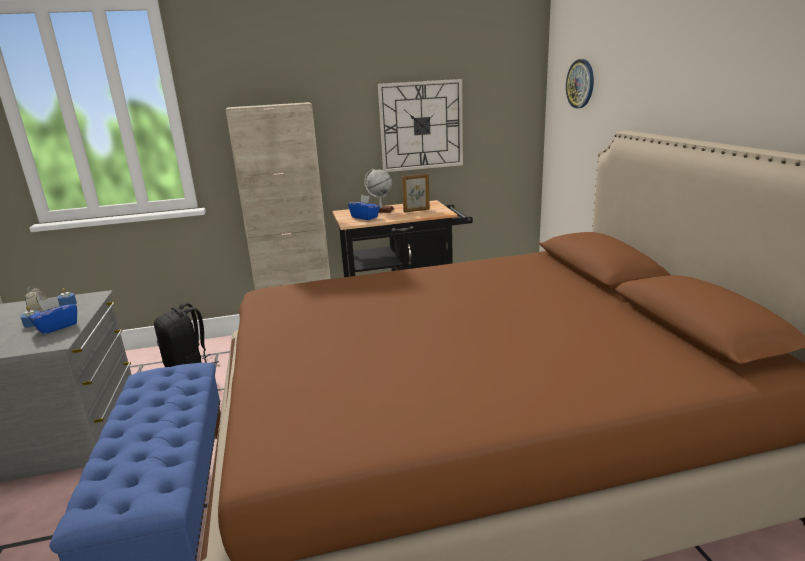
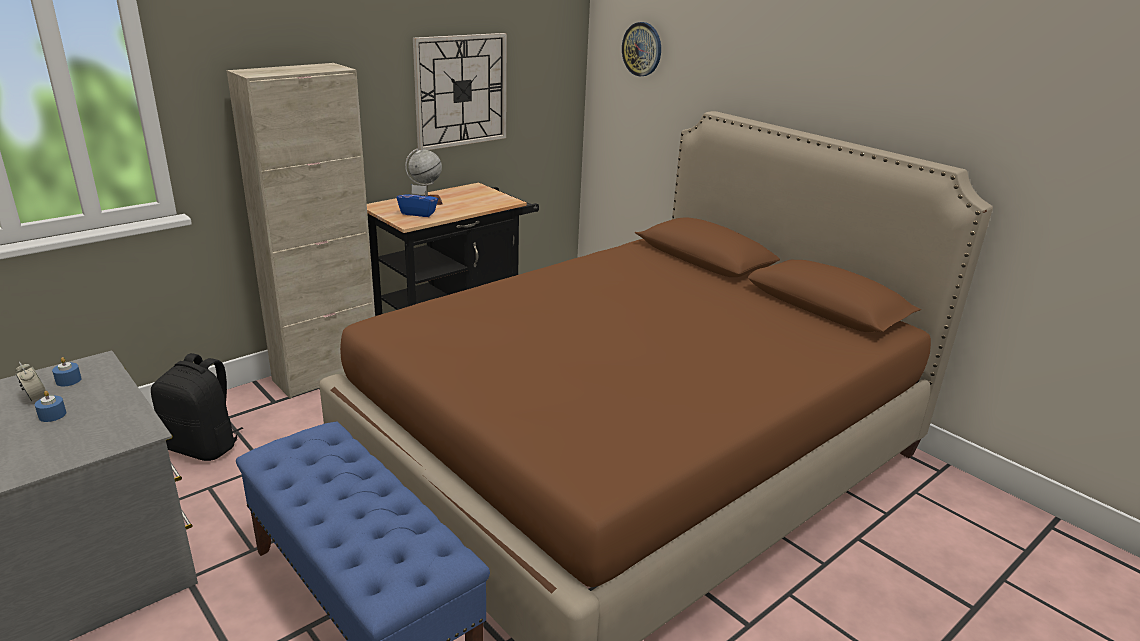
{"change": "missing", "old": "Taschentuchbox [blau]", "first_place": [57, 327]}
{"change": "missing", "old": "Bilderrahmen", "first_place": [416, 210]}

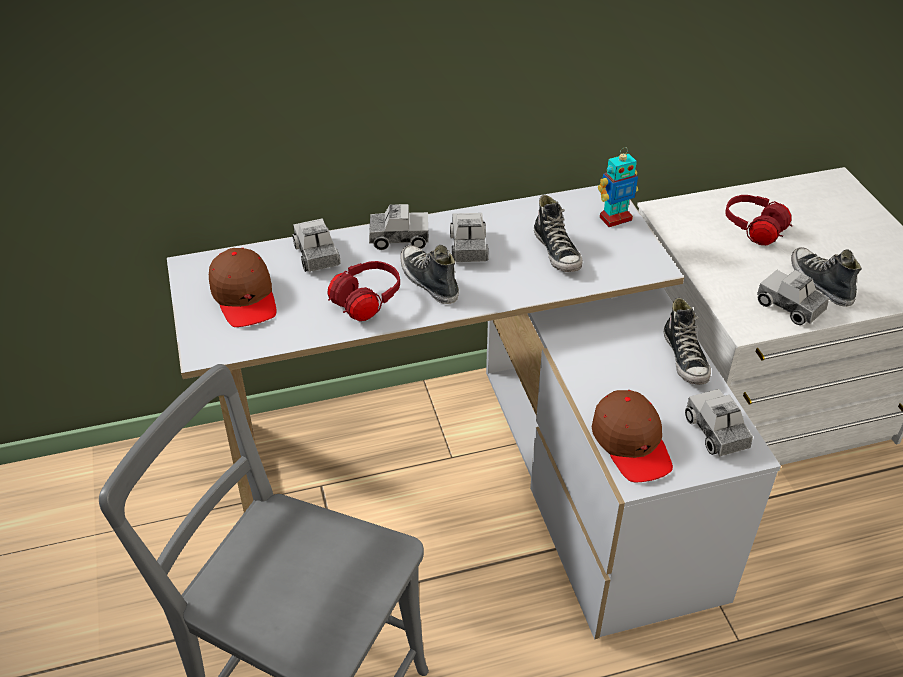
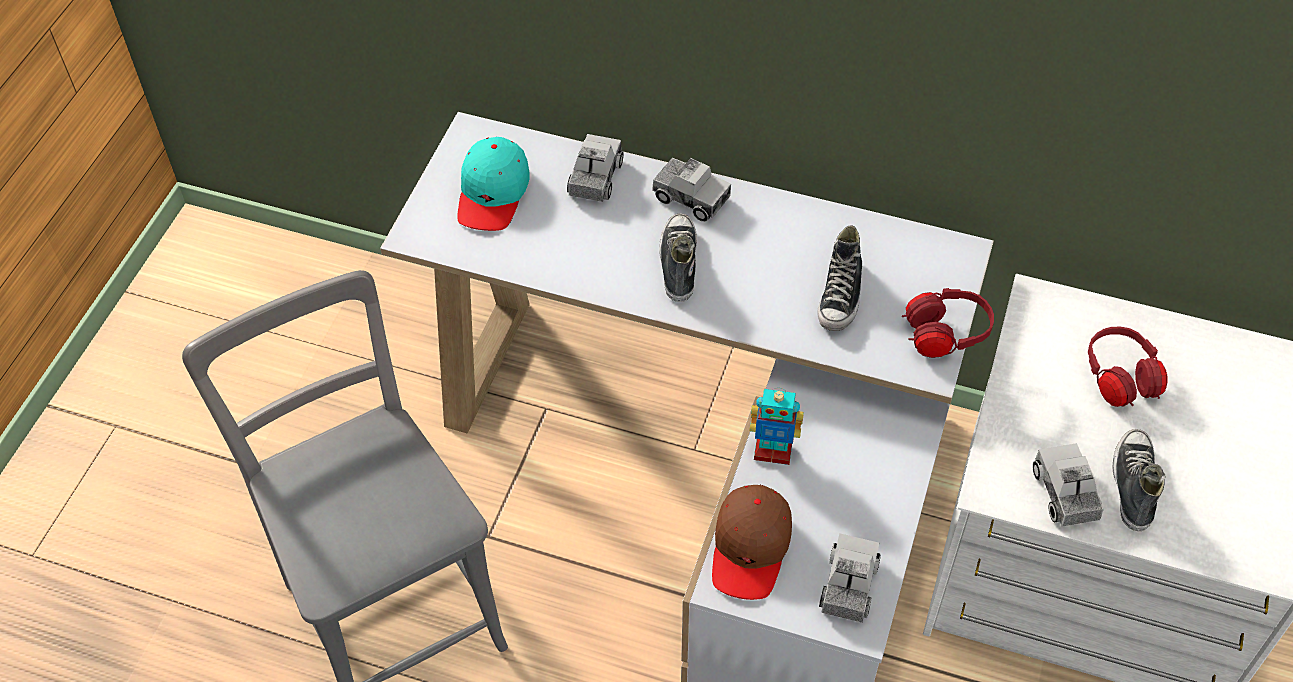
{"change": "colour", "old": "Kappe [braun]", "new": "Kappe [türkis]", "first_place": [245, 297], "second_place": [493, 193]}
{"change": "relocated", "old": "Spielzeugroboter", "first_place": [615, 218], "second_place": [773, 451]}
{"change": "relocated", "old": "Kopfhörer [rot]", "first_place": [366, 303], "second_place": [944, 336]}
{"change": "missing", "old": "Spielzeuglaster", "first_place": [468, 248]}
{"change": "missing", "old": "Schuh", "first_place": [685, 359]}

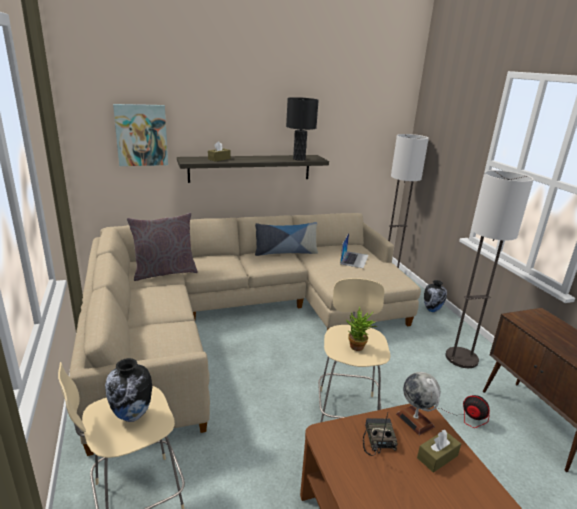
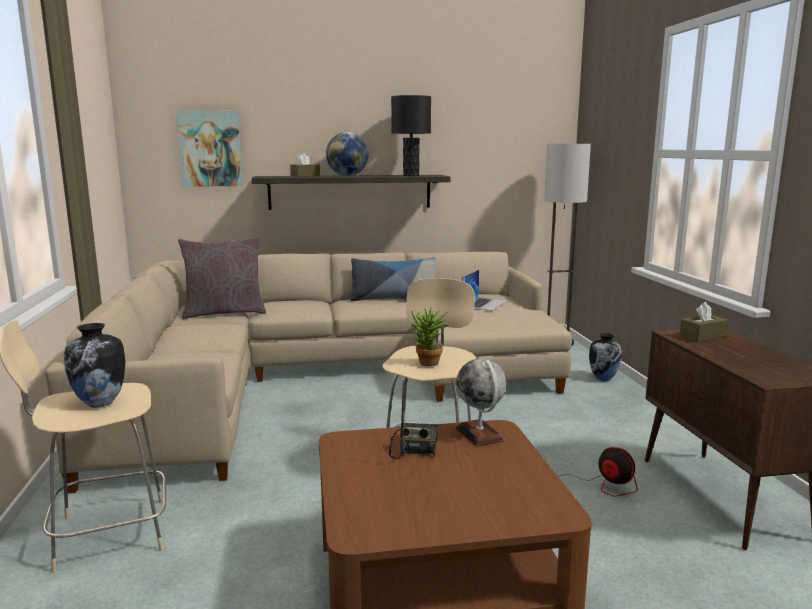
{"change": "appeared", "new": "Globus", "second_place": [347, 176]}
{"change": "relocated", "old": "Taschentuchbox [braun]", "first_place": [437, 457], "second_place": [702, 336]}
{"change": "missing", "old": "Stehlampe", "first_place": [461, 358]}

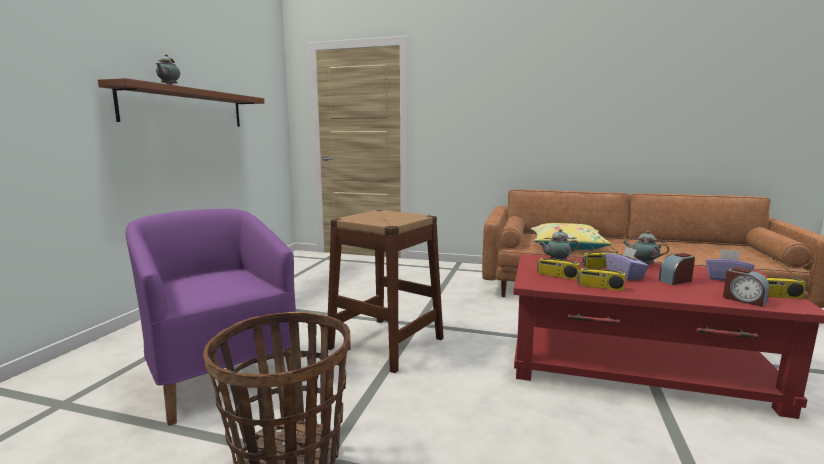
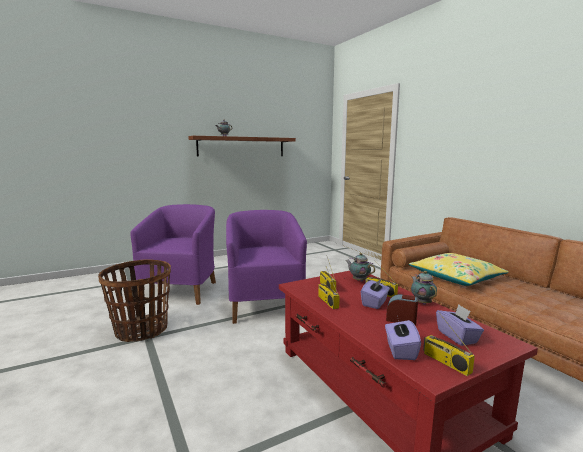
{"change": "exchanged", "old": "Hocker [braun]", "new": "Sessel [lila]", "first_place": [386, 343], "second_place": [264, 305]}
{"change": "exchanged", "old": "Wecker", "new": "Taschentuchbox [lila]", "first_place": [743, 300], "second_place": [400, 350]}

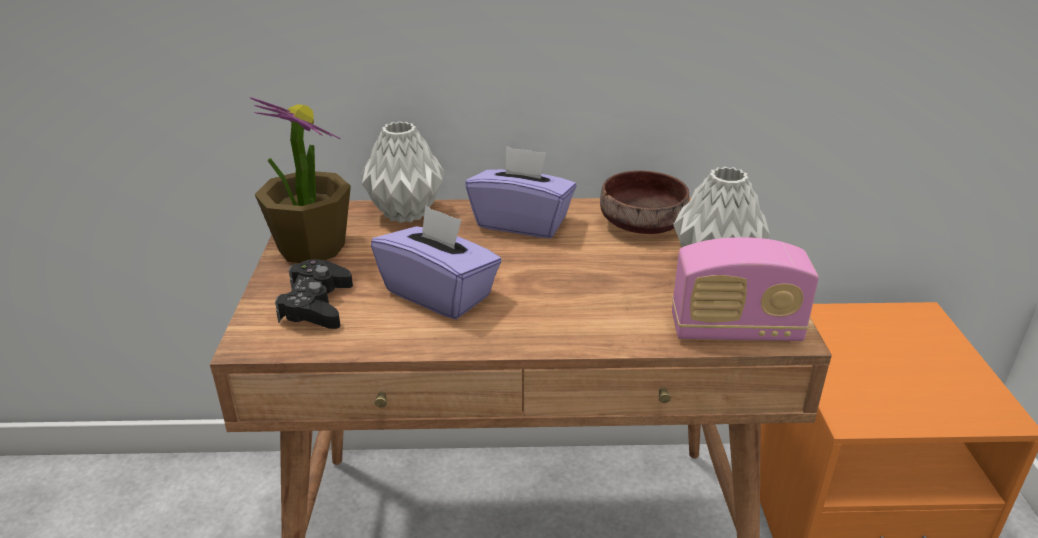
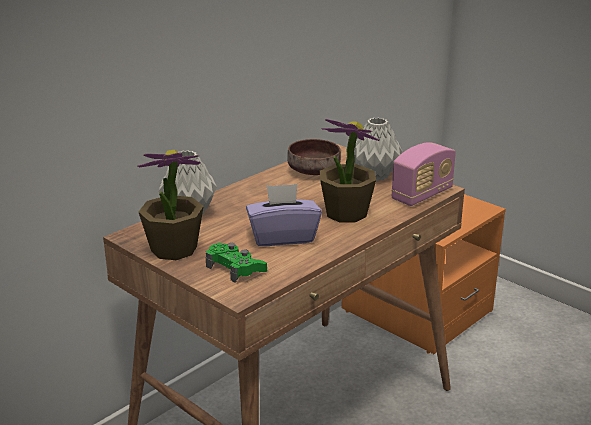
{"change": "colour", "old": "Gamepad [schwarz]", "new": "Gamepad [grün]", "first_place": [316, 305], "second_place": [235, 268]}
{"change": "appeared", "new": "Topfpflanze", "second_place": [345, 213]}
{"change": "missing", "old": "Taschentuchbox [lila]", "first_place": [522, 223]}

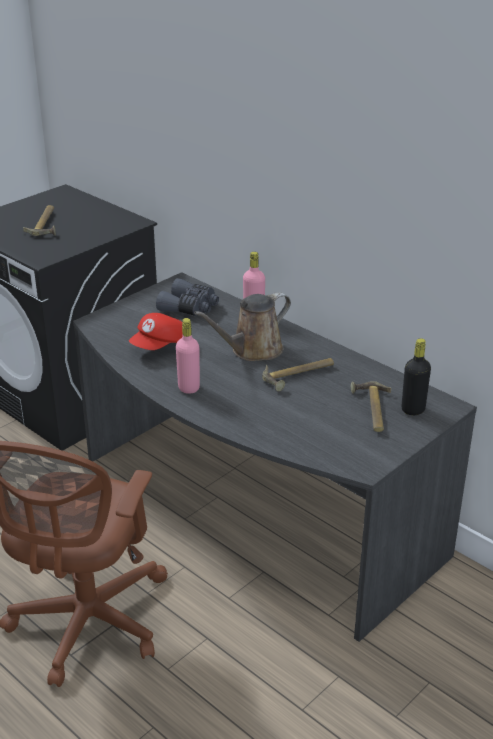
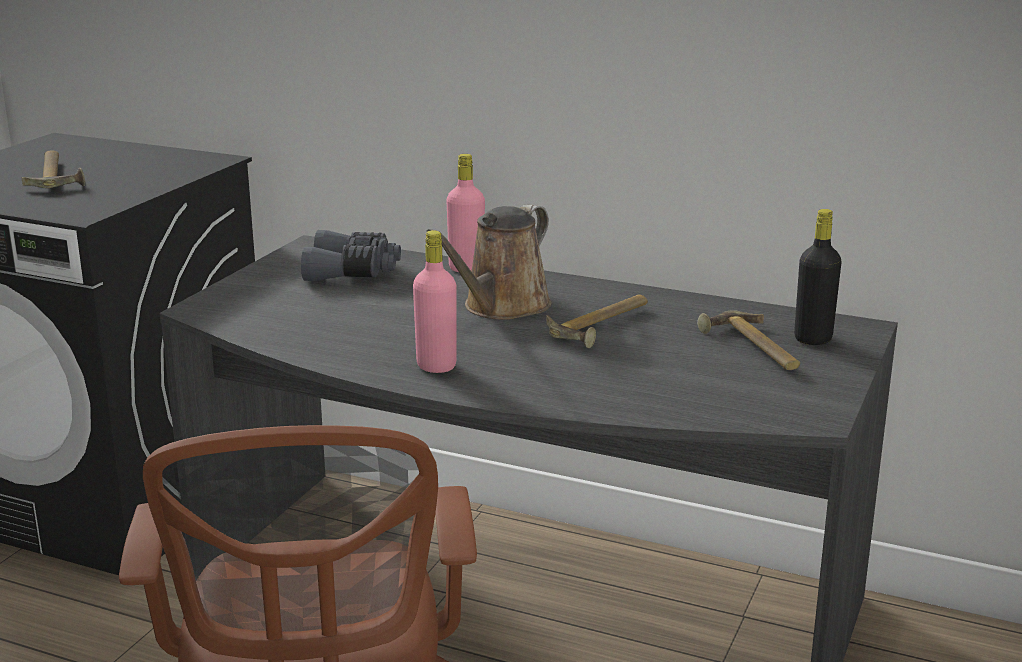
{"change": "missing", "old": "Kappe [rot]", "first_place": [161, 347]}

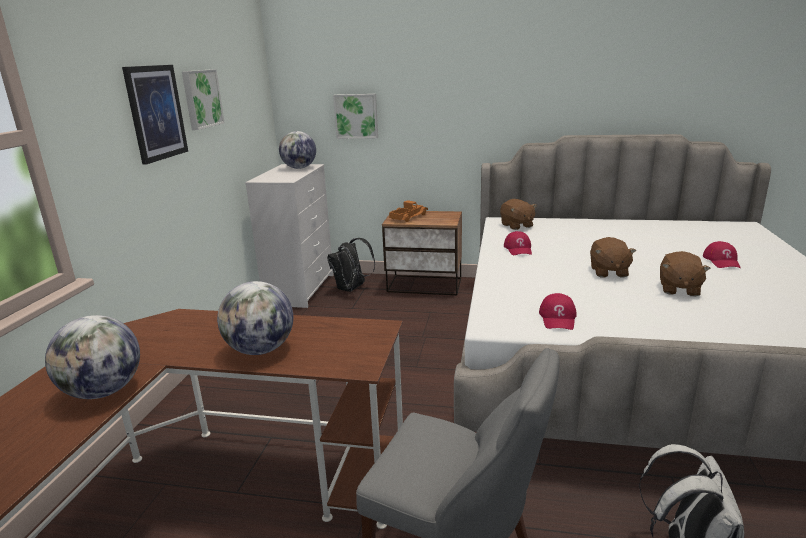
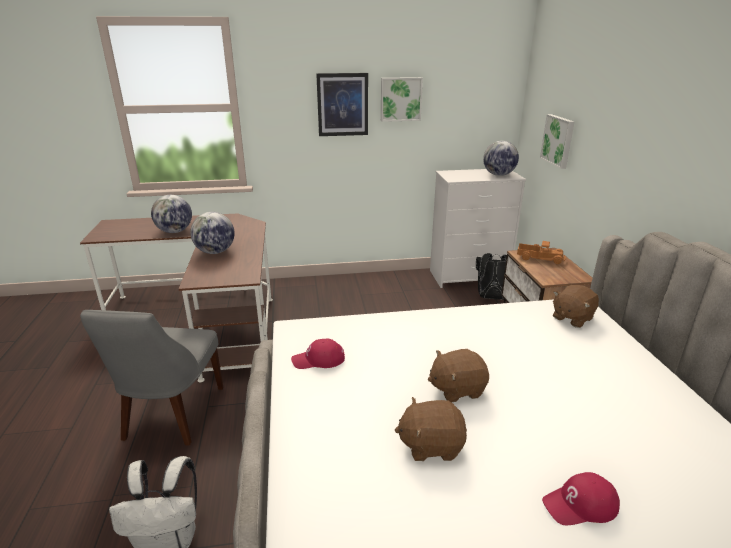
{"change": "missing", "old": "Kappe [rot]", "first_place": [518, 249]}

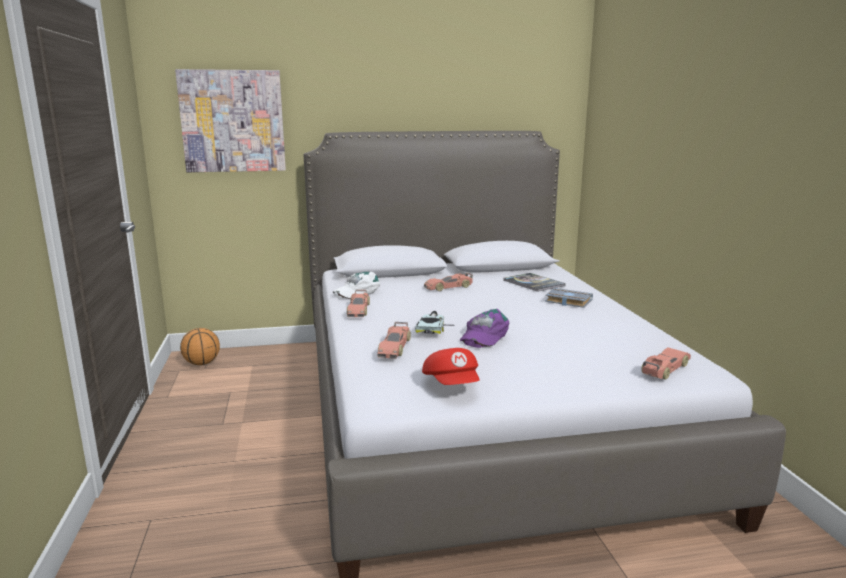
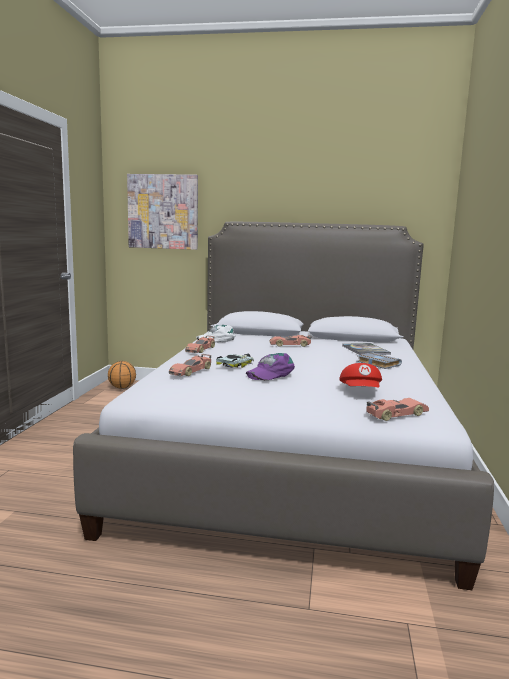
{"change": "relocated", "old": "Kappe [rot]", "first_place": [452, 384], "second_place": [361, 391]}

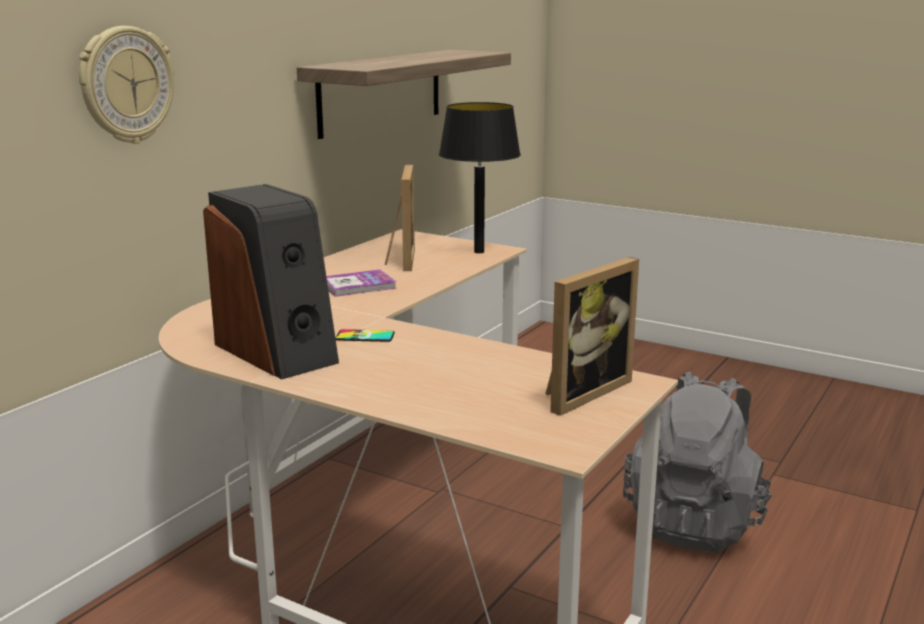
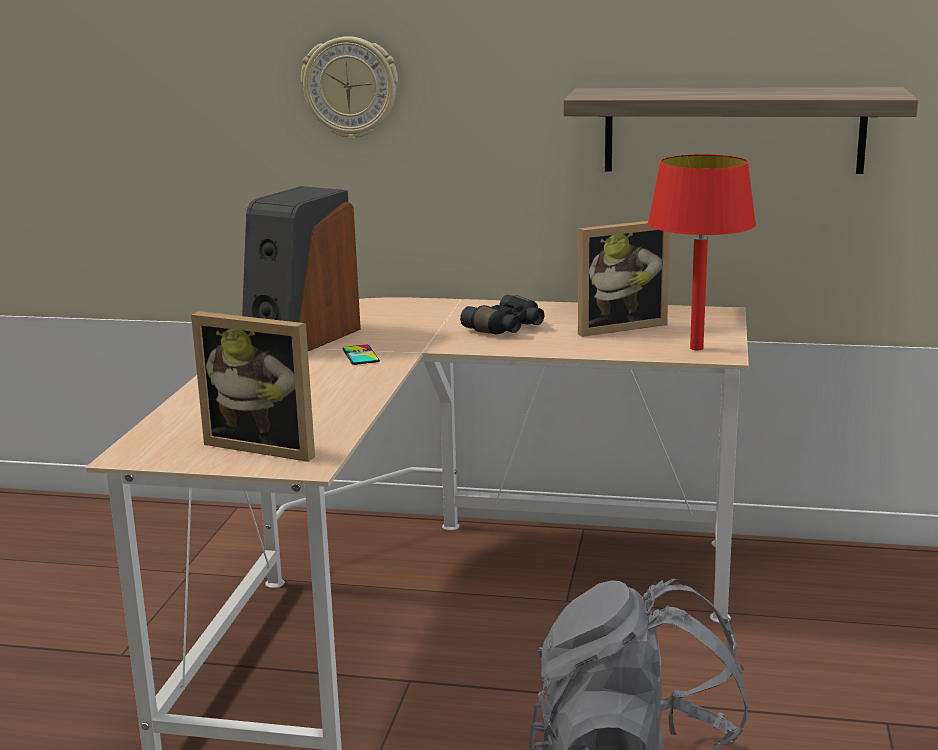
{"change": "exchanged", "old": "Buch", "new": "Fernglas [schwarz]", "first_place": [358, 285], "second_place": [507, 328]}
{"change": "colour", "old": "Tischlampe [schwarz]", "new": "Tischlampe [rot]", "first_place": [478, 252], "second_place": [696, 348]}

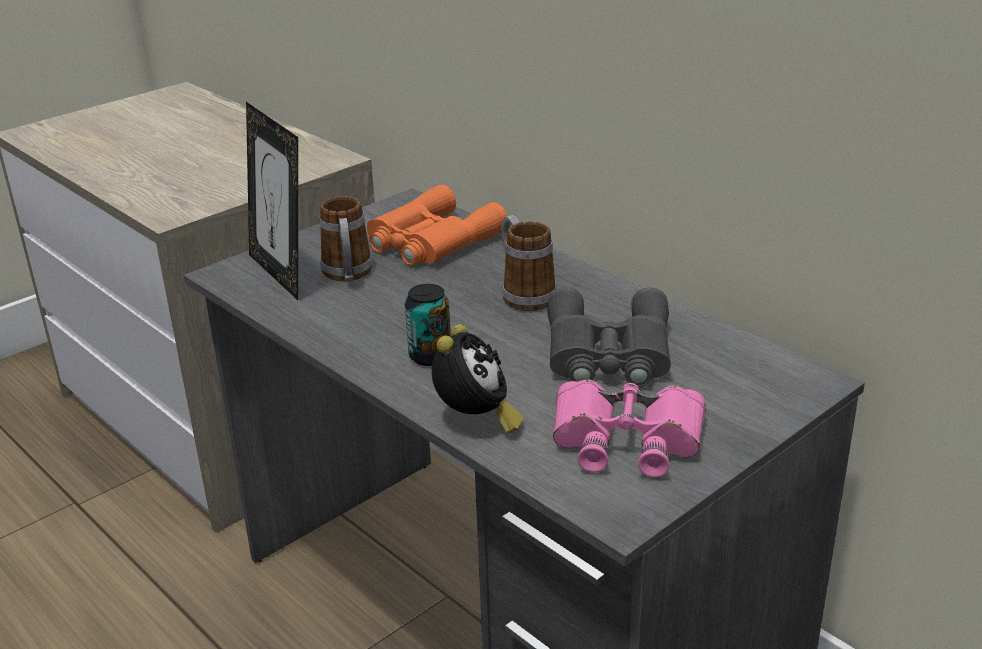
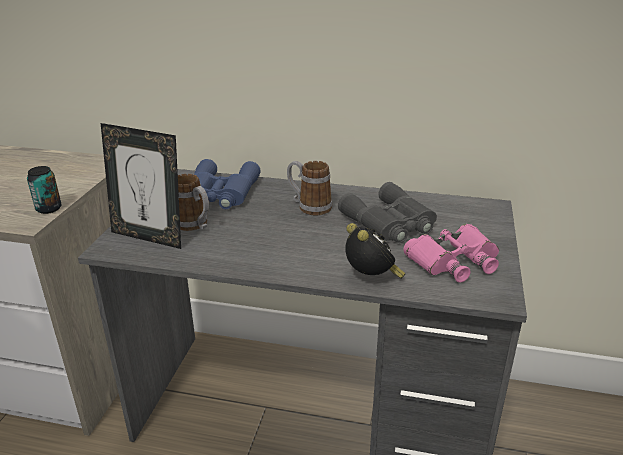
{"change": "relocated", "old": "Dose", "first_place": [430, 356], "second_place": [49, 208]}
{"change": "colour", "old": "Fernglas [orange]", "new": "Fernglas [blau]", "first_place": [430, 241], "second_place": [220, 193]}

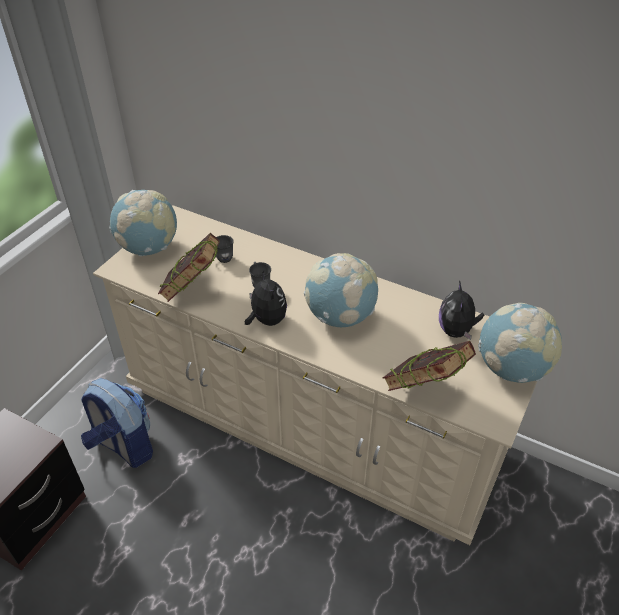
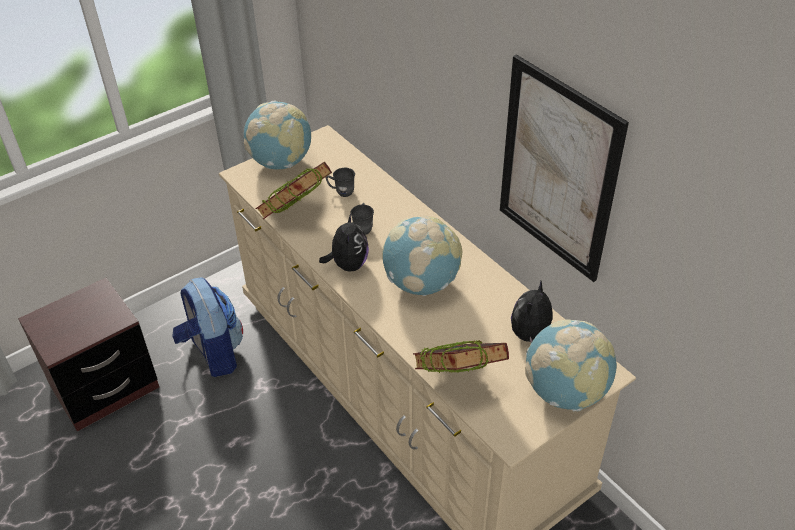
{"change": "appeared", "new": "Bild", "second_place": [557, 170]}

